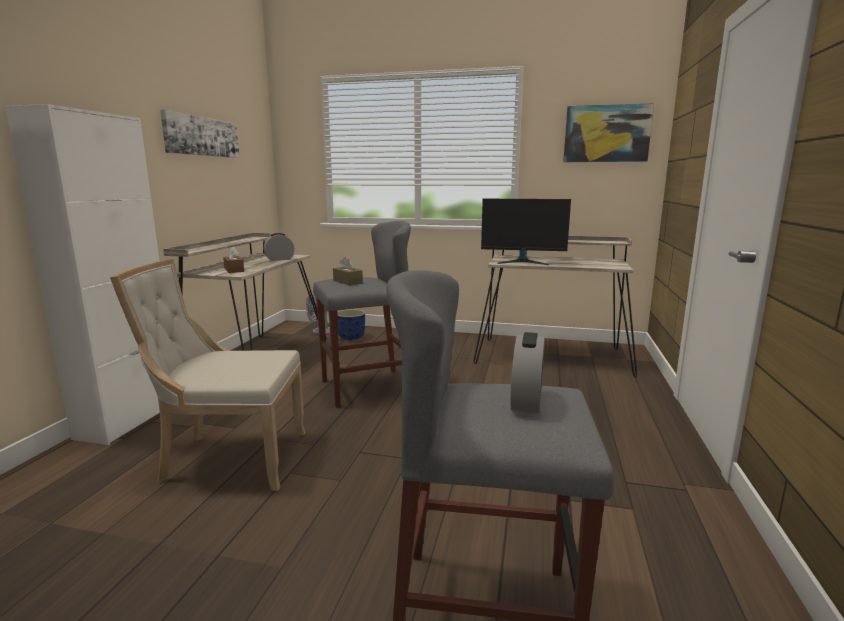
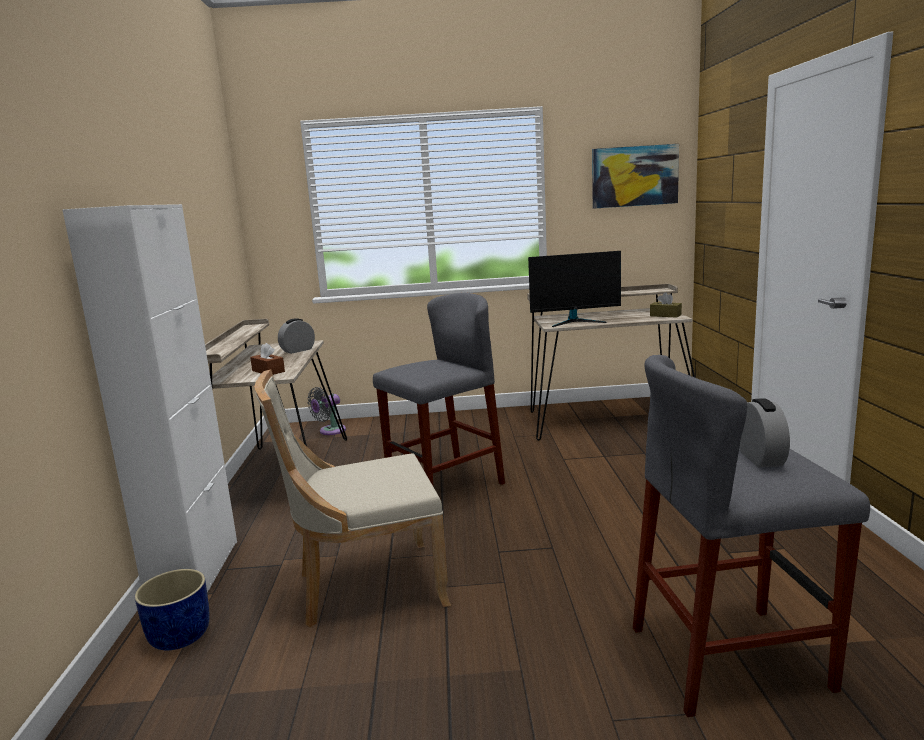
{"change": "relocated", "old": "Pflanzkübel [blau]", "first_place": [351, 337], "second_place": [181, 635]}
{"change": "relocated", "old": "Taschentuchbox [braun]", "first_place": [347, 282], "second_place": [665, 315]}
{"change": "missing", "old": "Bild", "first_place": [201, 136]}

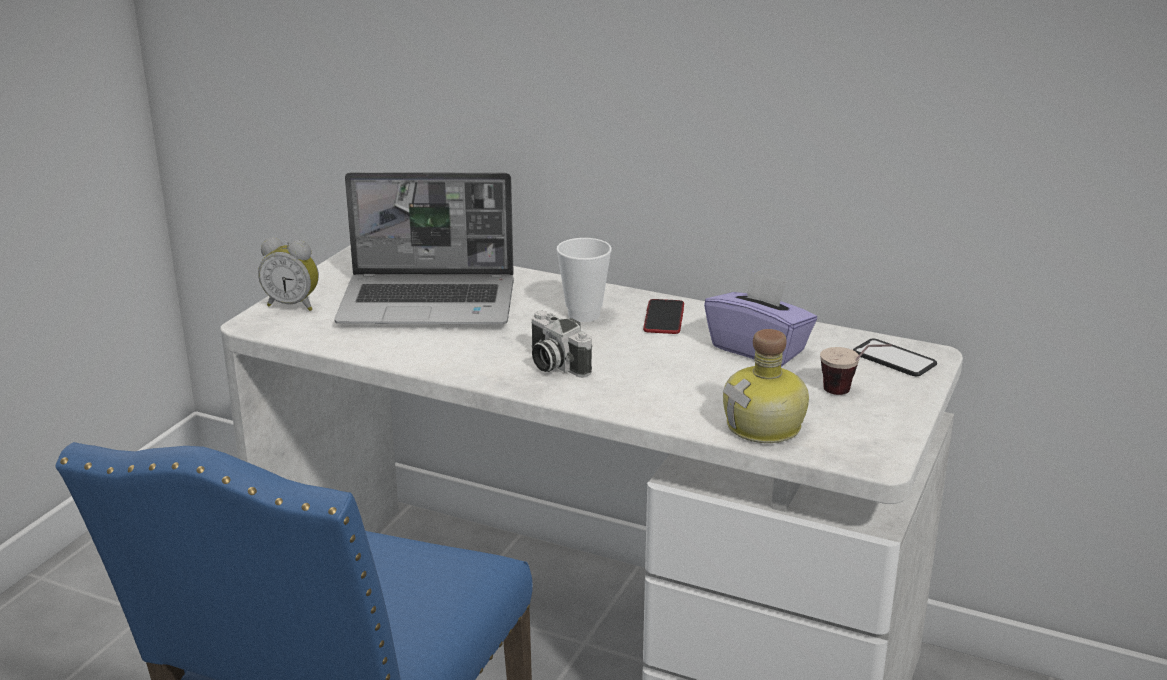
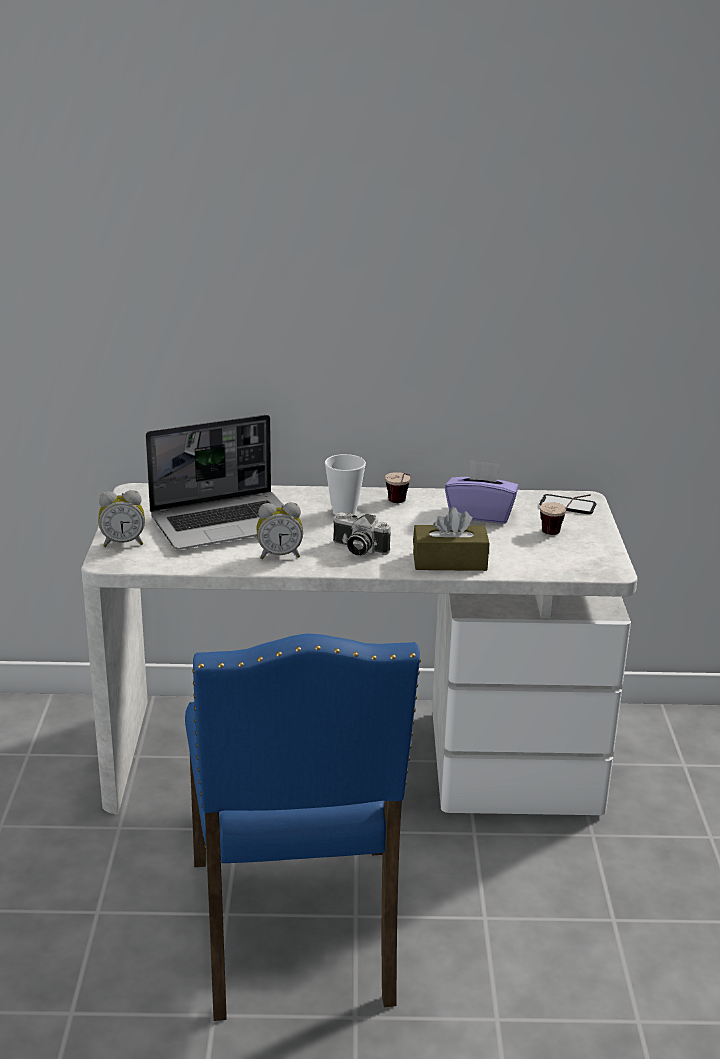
{"change": "appeared", "new": "Wecker", "second_place": [279, 555]}
{"change": "exchanged", "old": "Handy", "new": "Tasse", "first_place": [664, 318], "second_place": [400, 504]}
{"change": "appeared", "new": "Taschentuchbox [braun]", "second_place": [449, 561]}
{"change": "missing", "old": "Flasche", "first_place": [766, 427]}

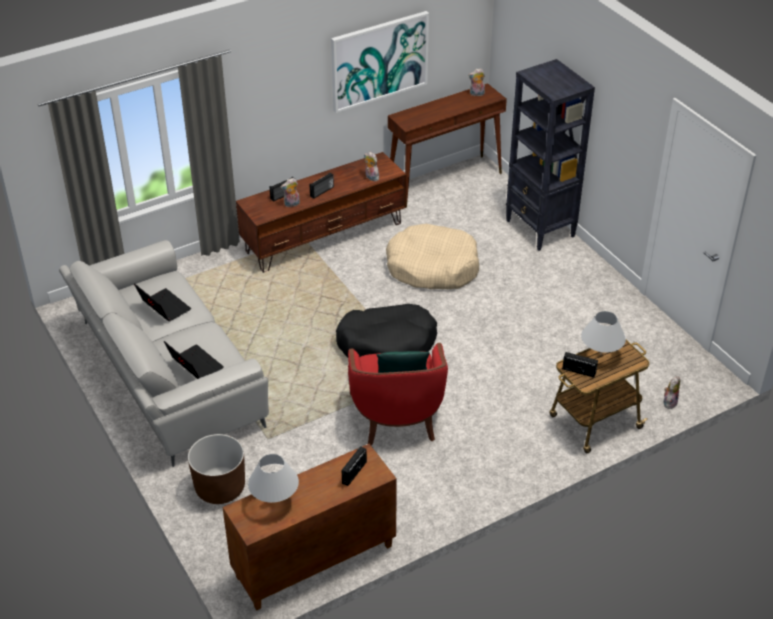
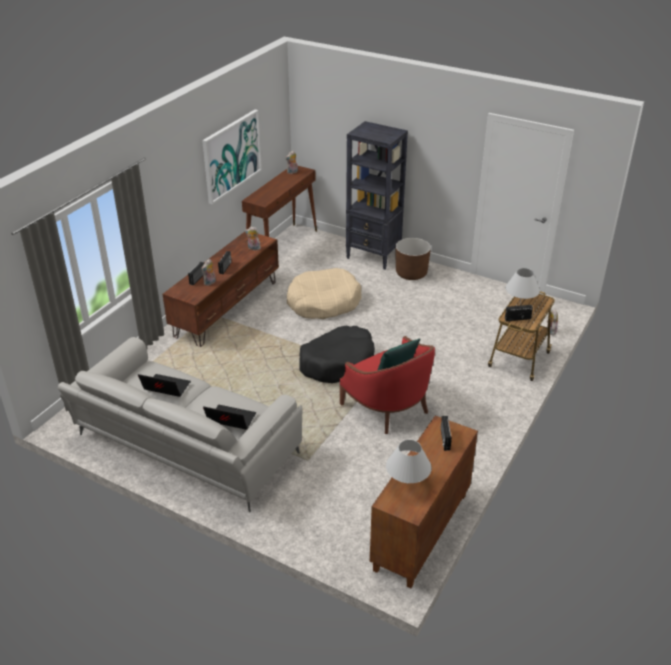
{"change": "relocated", "old": "Pflanzkübel [braun]", "first_place": [220, 487], "second_place": [411, 273]}

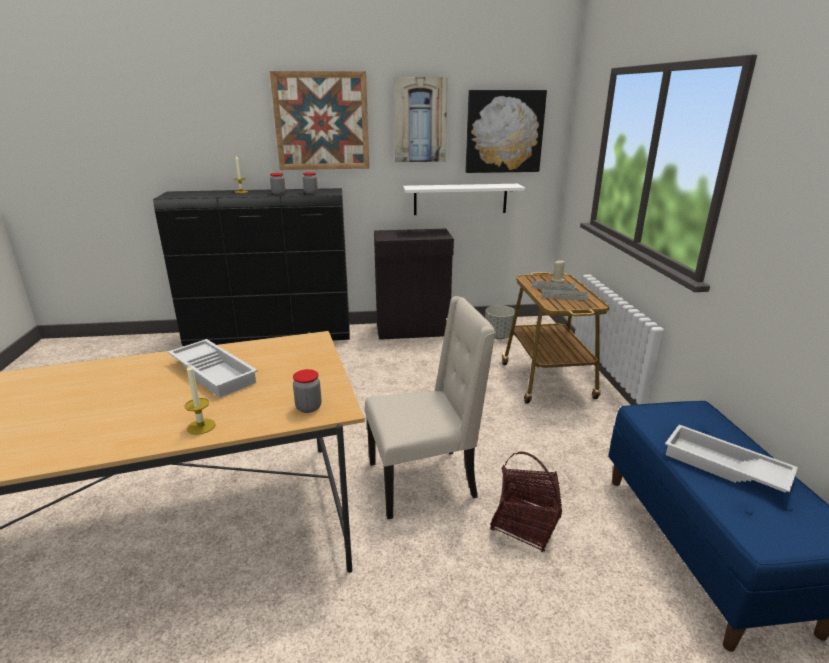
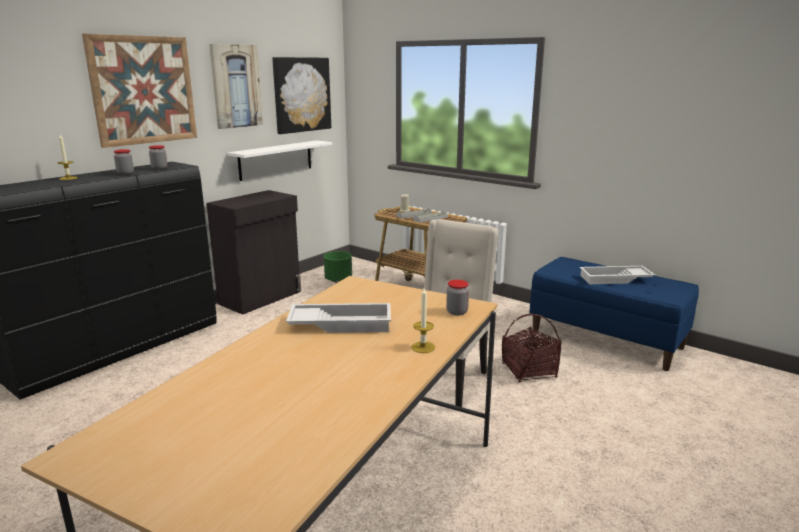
{"change": "colour", "old": "Pflanzkübel [grau]", "new": "Pflanzkübel [grün]", "first_place": [498, 336], "second_place": [338, 280]}

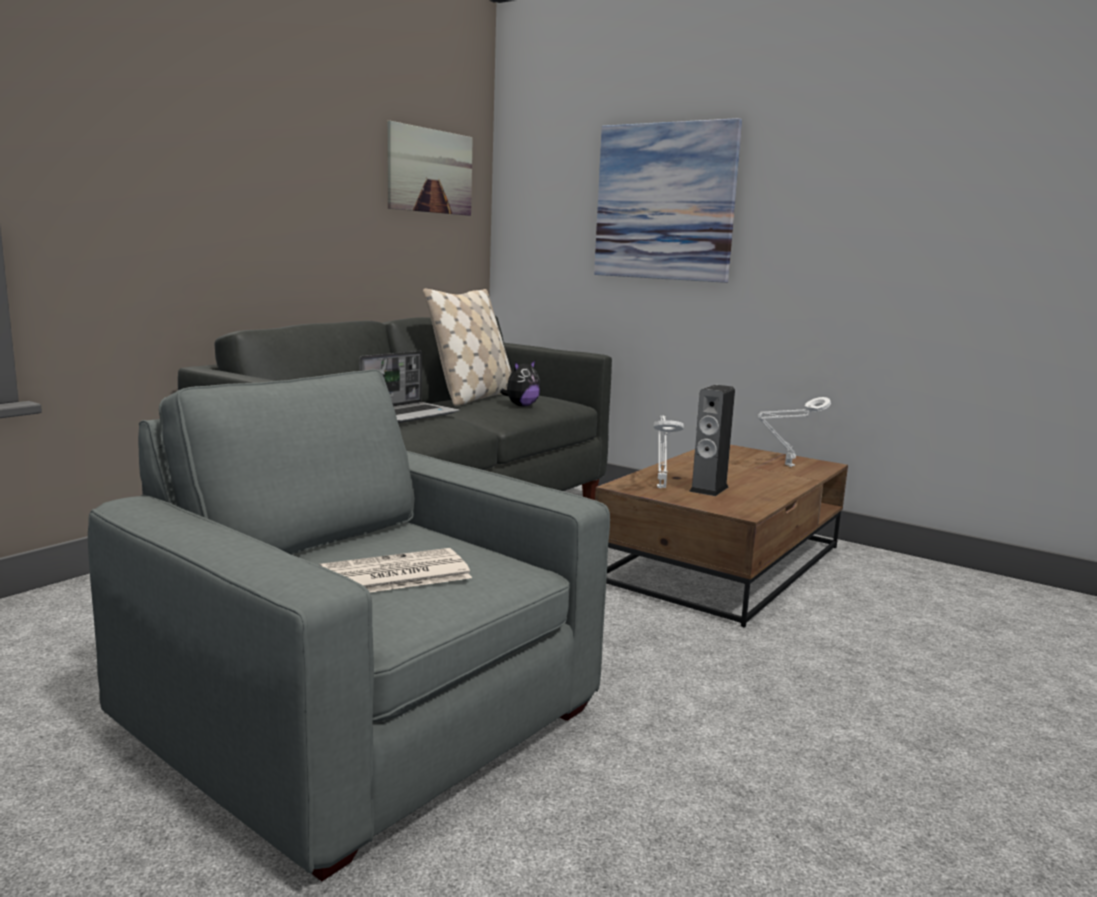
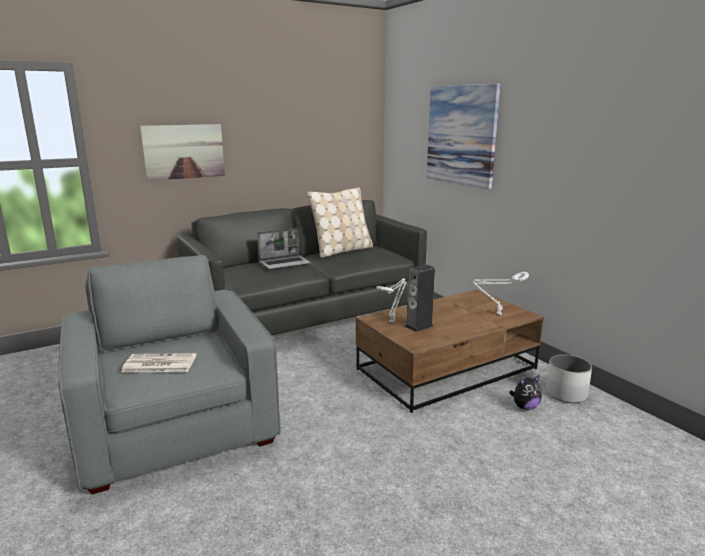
{"change": "relocated", "old": "Bild", "first_place": [430, 171], "second_place": [184, 151]}
{"change": "relocated", "old": "Plüschtier", "first_place": [521, 406], "second_place": [524, 407]}
{"change": "appeared", "new": "Pflanzkübel [weiß]", "second_place": [566, 394]}

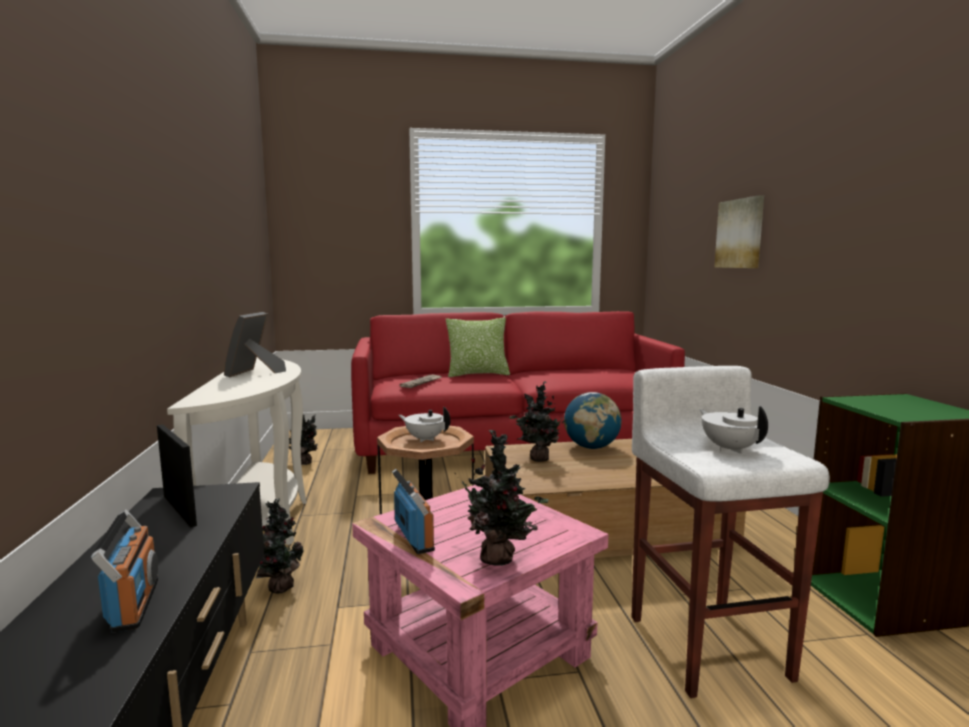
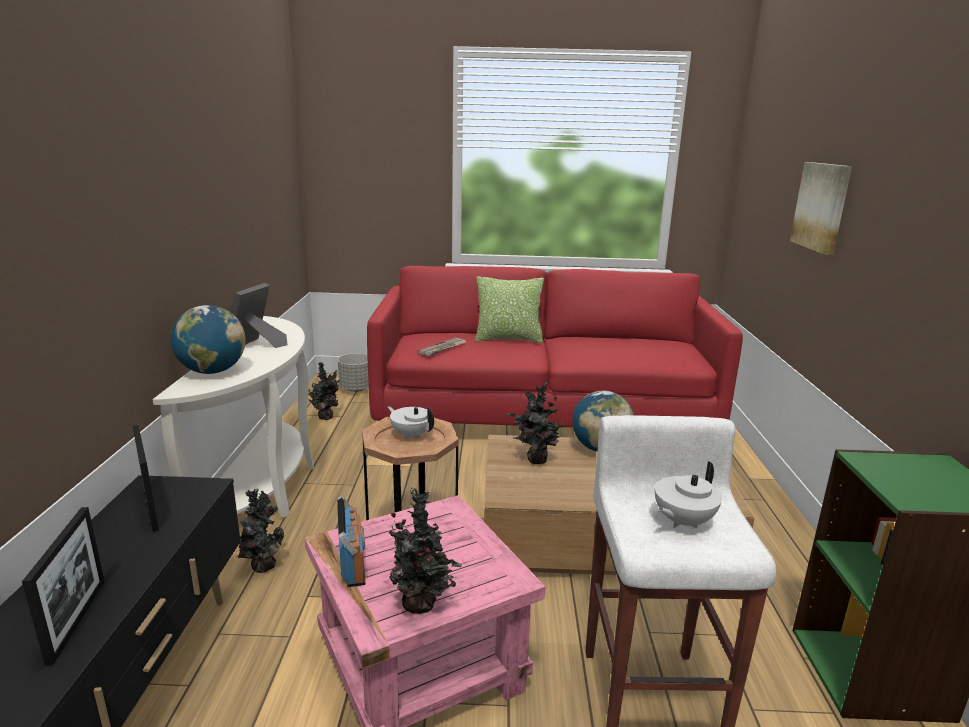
{"change": "exchanged", "old": "Radio", "new": "Bilderrahmen", "first_place": [134, 604], "second_place": [77, 620]}
{"change": "appeared", "new": "Globus", "second_place": [212, 371]}
{"change": "appeared", "new": "Pflanzkübel [grau]", "second_place": [356, 388]}
{"change": "spun", "old": "Teekanne [weiß]", "first_place": [730, 449], "second_place": [682, 521], "degrees": -120}

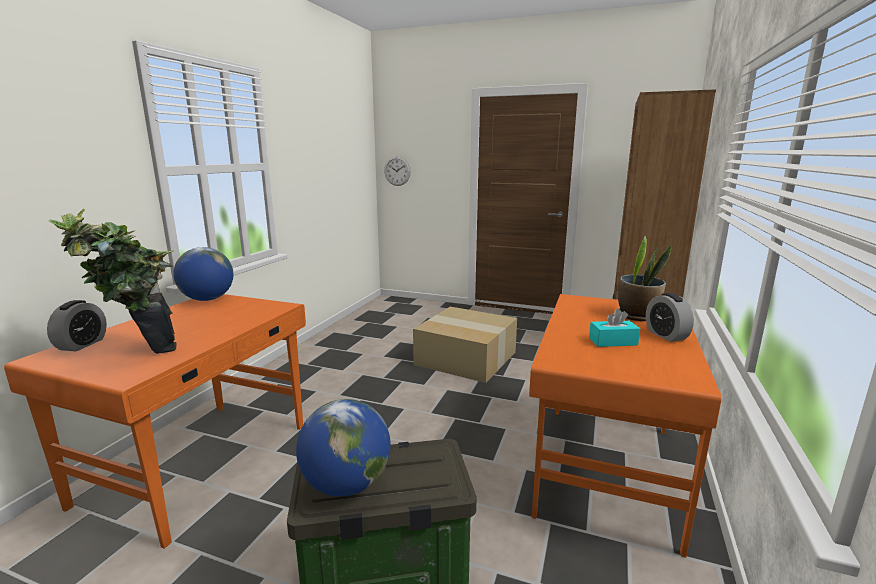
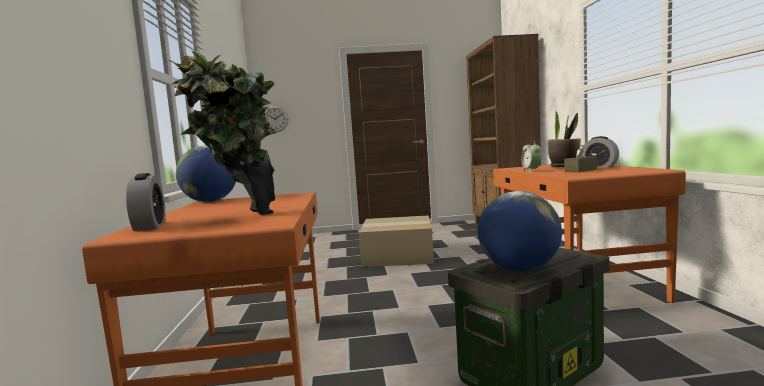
{"change": "appeared", "new": "Wecker", "second_place": [531, 171]}
{"change": "colour", "old": "Taschentuchbox [türkis]", "new": "Taschentuchbox [braun]", "first_place": [613, 341], "second_place": [580, 170]}

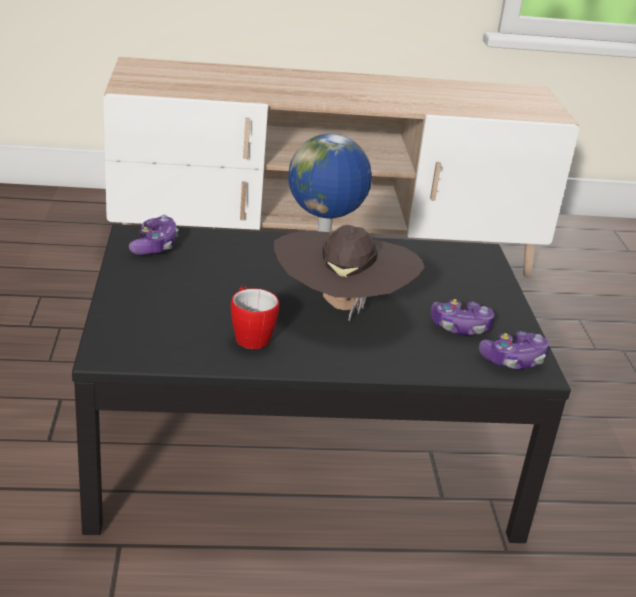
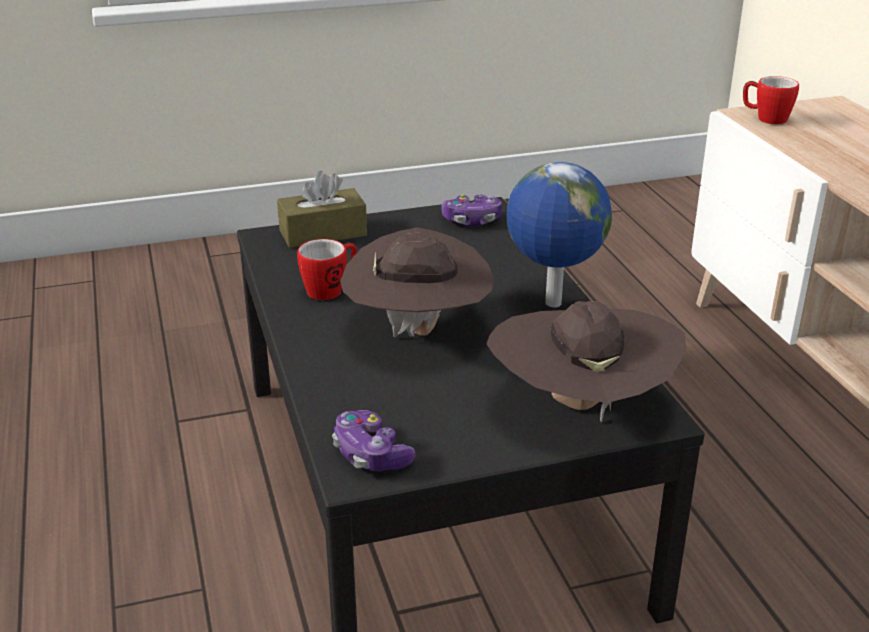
{"change": "appeared", "new": "Taschentuchbox [braun]", "second_place": [323, 233]}
{"change": "appeared", "new": "Hut [braun]", "second_place": [581, 407]}
{"change": "appeared", "new": "Henkelbecher", "second_place": [765, 119]}
{"change": "missing", "old": "Gamepad", "first_place": [460, 327]}

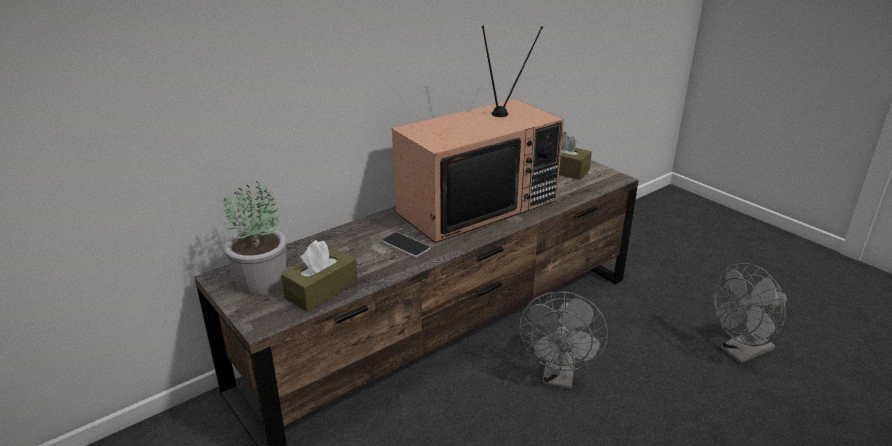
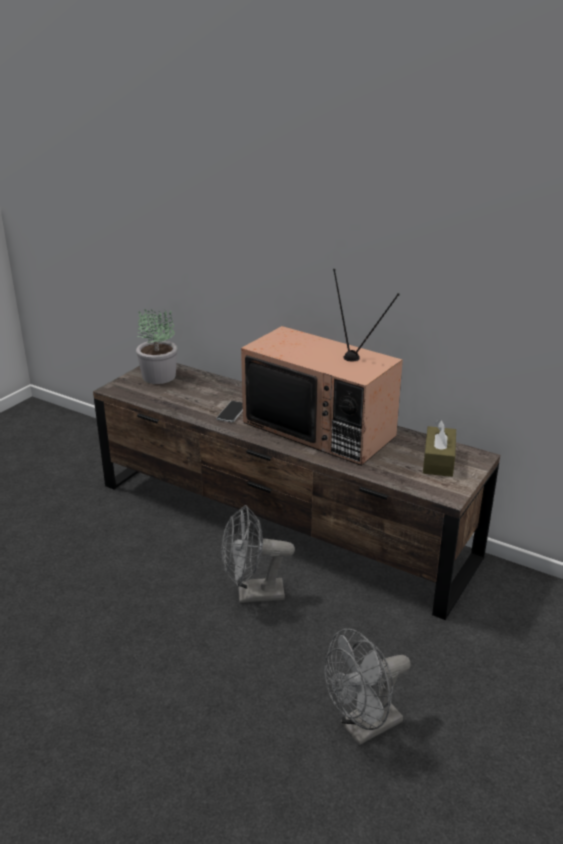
{"change": "spun", "old": "Ventilator [grau]", "first_place": [741, 352], "second_place": [364, 728], "degrees": -75}
{"change": "missing", "old": "Taschentuchbox [braun]", "first_place": [321, 290]}

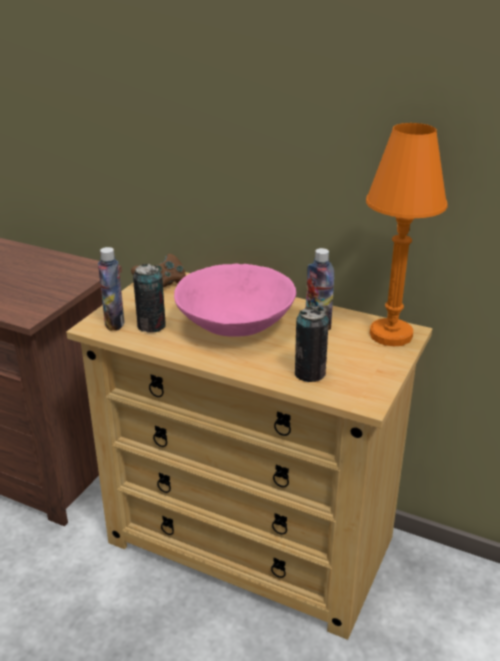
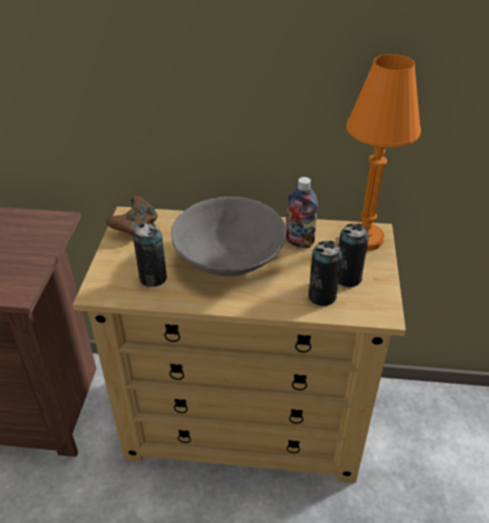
{"change": "colour", "old": "Schüssel [rosa]", "new": "Schüssel [grau]", "first_place": [235, 325], "second_place": [229, 259]}
{"change": "appeared", "new": "Dose", "second_place": [348, 278]}
{"change": "missing", "old": "Flasche", "first_place": [114, 323]}

